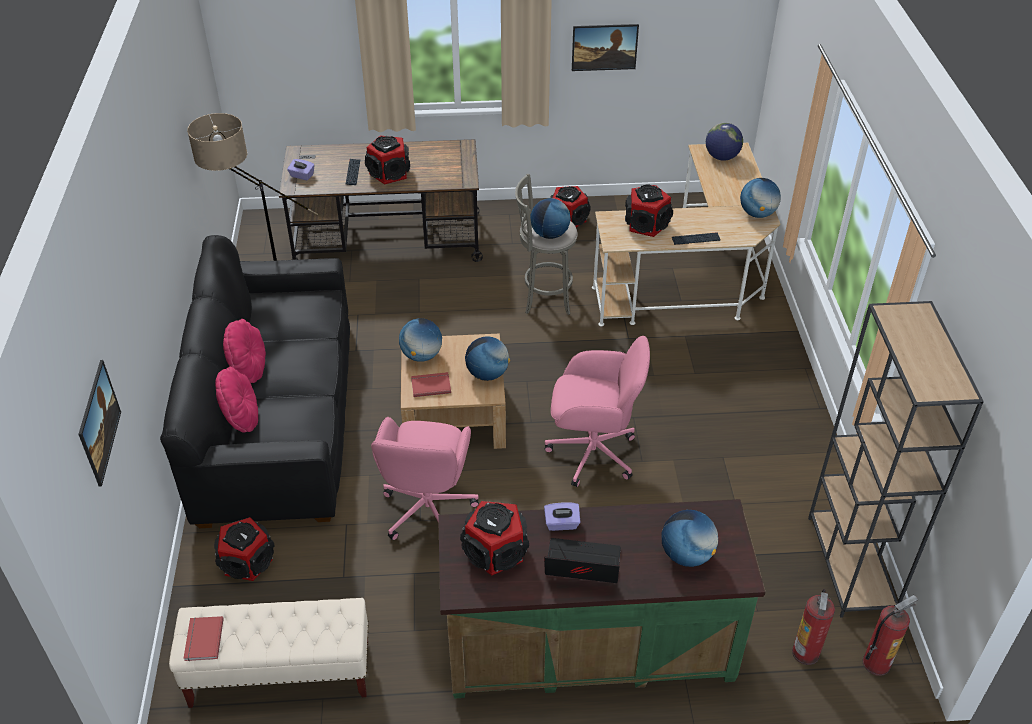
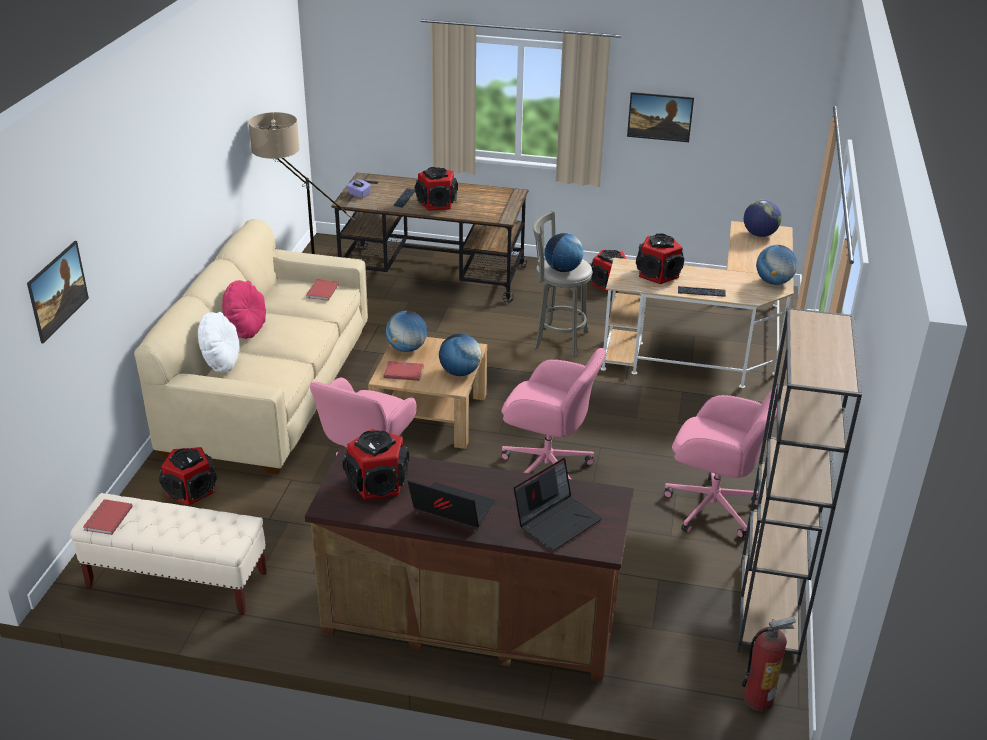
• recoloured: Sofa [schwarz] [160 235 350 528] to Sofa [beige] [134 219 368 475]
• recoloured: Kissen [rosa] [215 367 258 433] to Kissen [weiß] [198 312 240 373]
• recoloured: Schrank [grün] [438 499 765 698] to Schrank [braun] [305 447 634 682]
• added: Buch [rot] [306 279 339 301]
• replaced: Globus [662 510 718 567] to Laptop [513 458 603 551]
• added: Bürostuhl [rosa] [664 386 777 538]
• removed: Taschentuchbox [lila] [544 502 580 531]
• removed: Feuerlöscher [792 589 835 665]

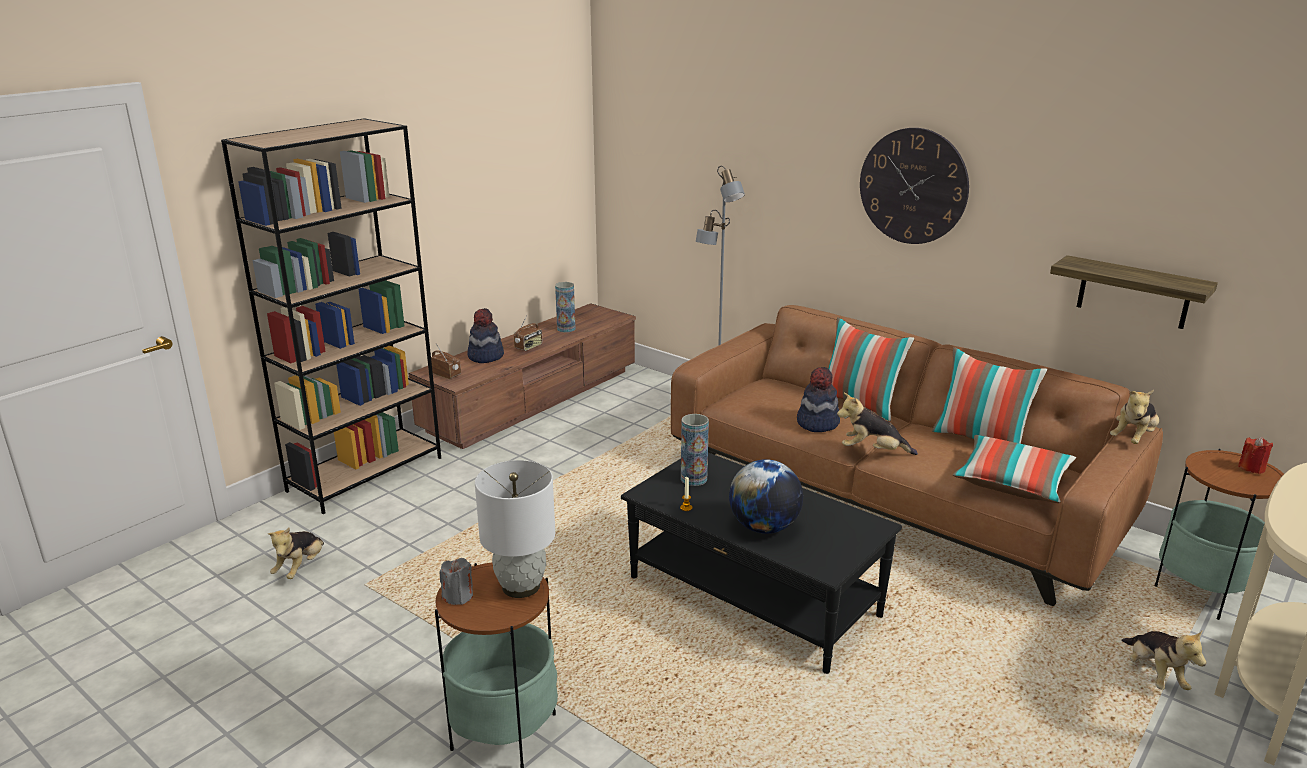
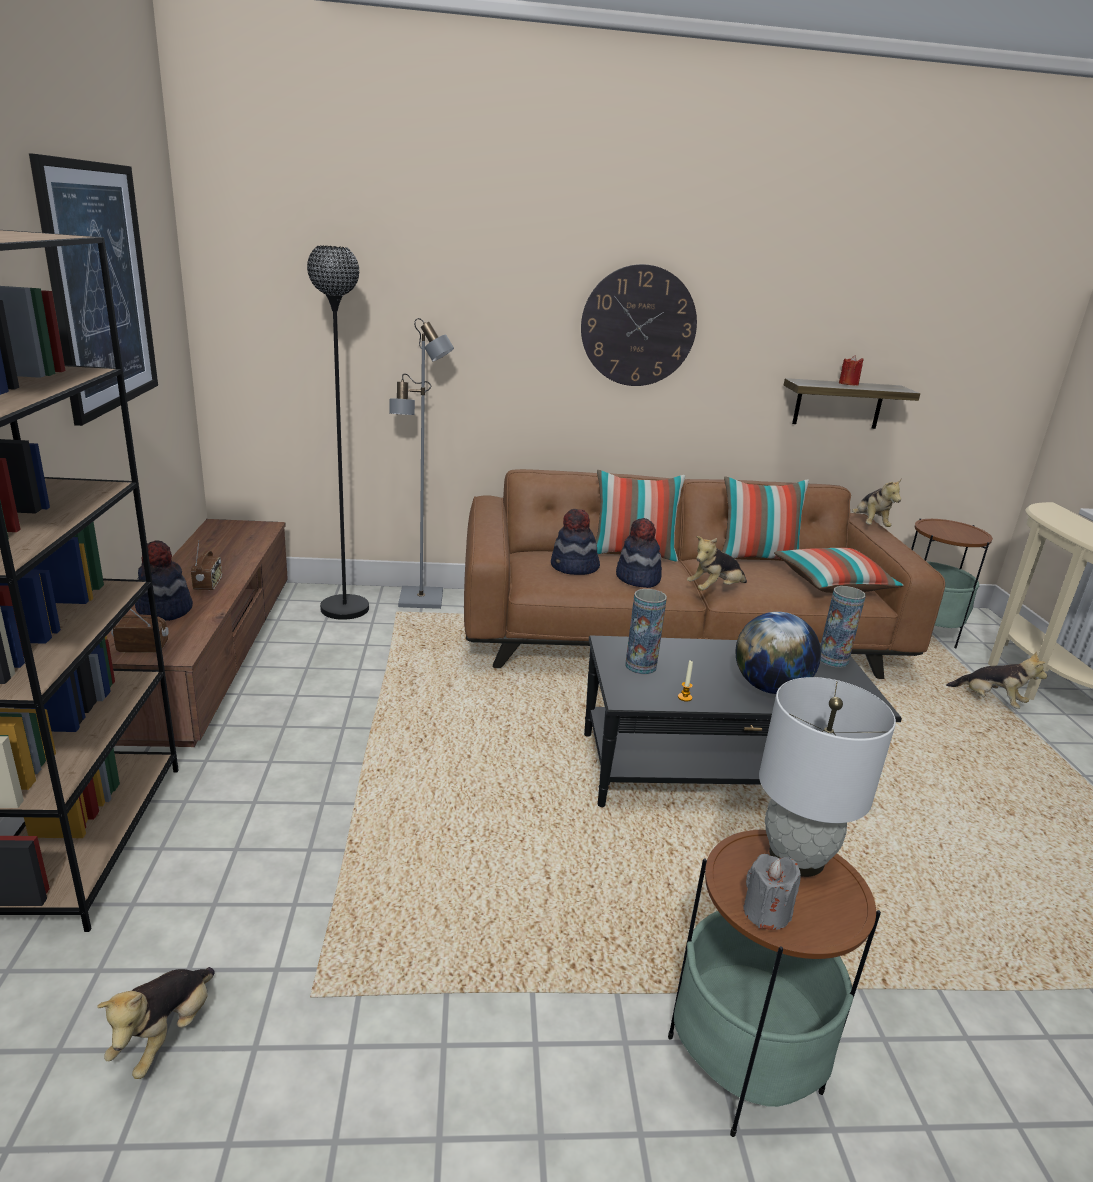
• added: Bild [29 153 158 426]
• turned: Plüschtier [268 528 324 579] = [97 967 215 1079] 45 degrees clockwise
• added: Stehlampe [schwarz] [307 245 369 620]
• added: Hut [551 509 600 575]
• moved: Vase [555 282 576 333] to [820 586 866 667]
• moved: Kerze [rot] [1238 437 1273 474] to [839 355 864 385]

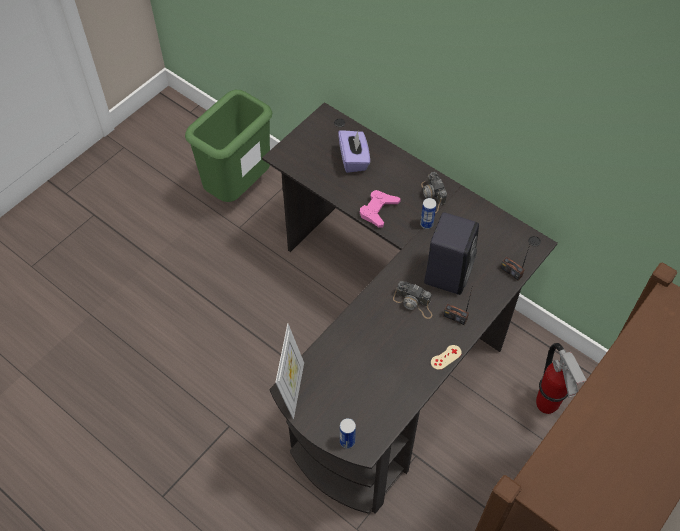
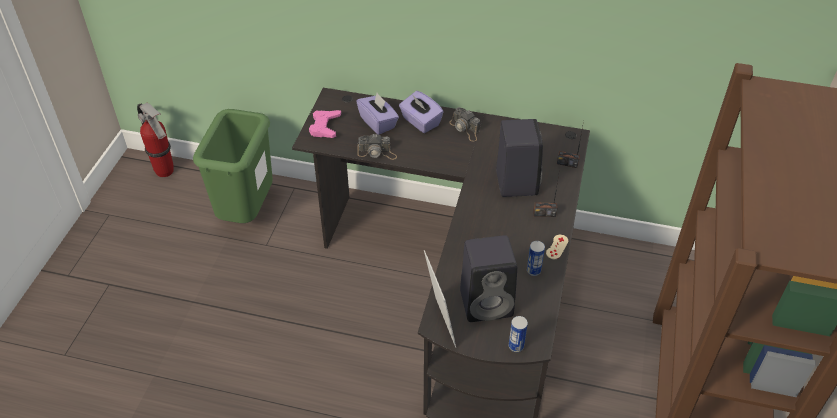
• moved: Feuerlöscher [536 343 586 414] to [137 103 174 177]
• moved: Gamepad [rosa] [360 190 401 227] to [309 110 341 138]
• moved: Kamera [393 281 432 319] to [357 134 397 160]
• added: Taschentuchbox [lila] [399 91 444 133]
• added: Lautsprecher [schwarz] [460 235 517 322]
• moved: Dose [420 198 437 229] to [527 241 545 276]

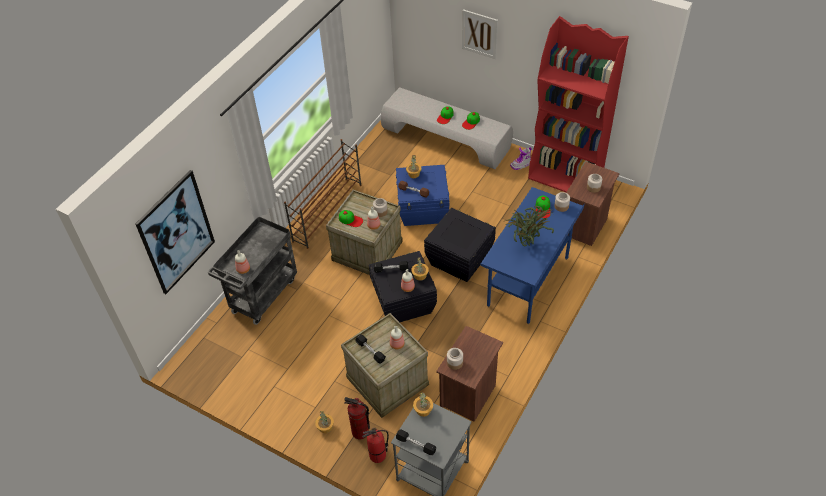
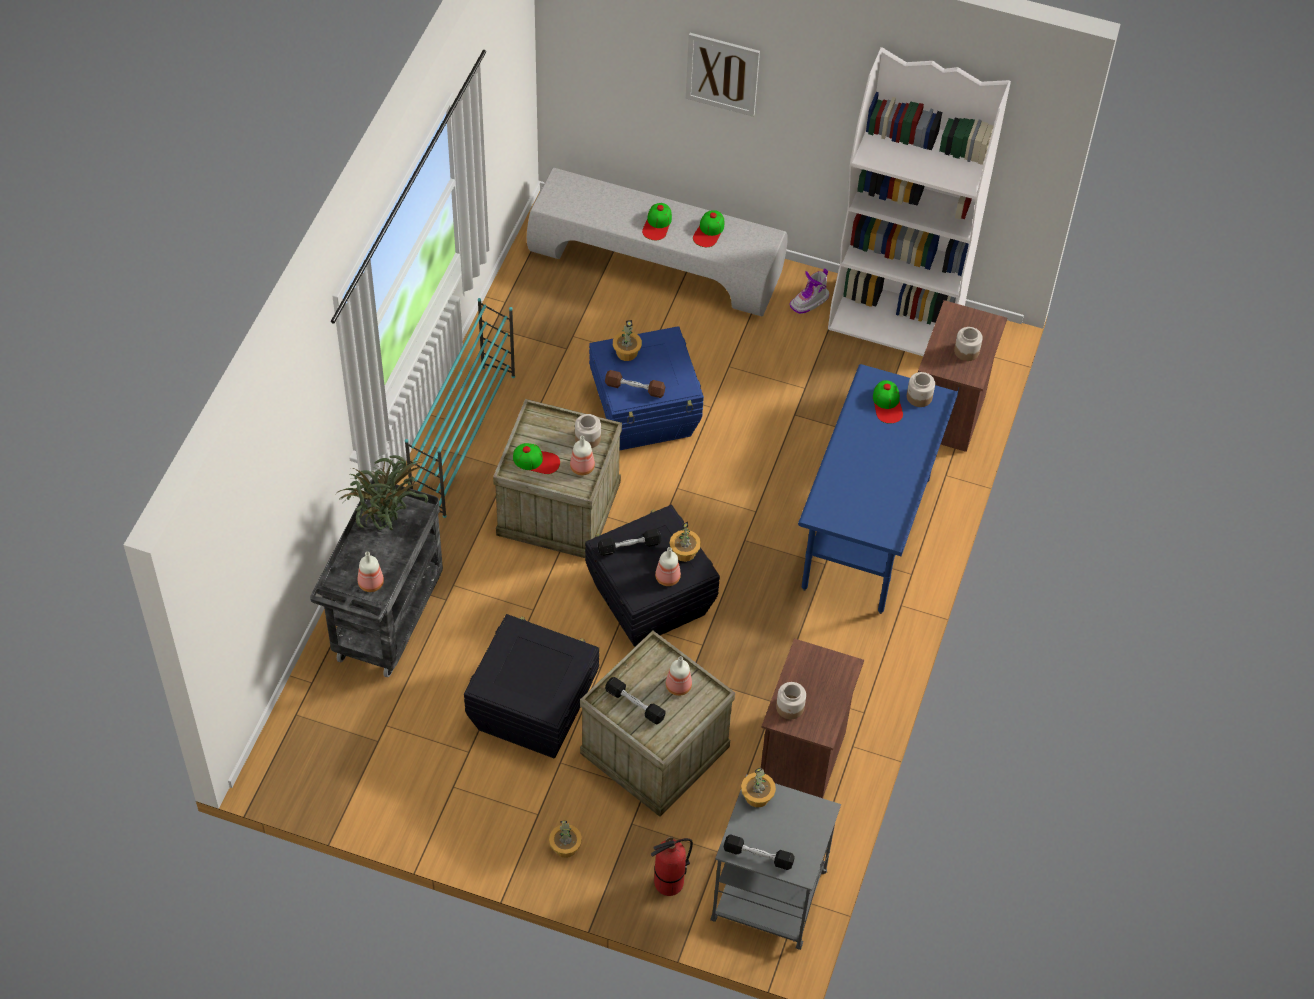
• moved: Topfpflanze [505 206 554 247] to [334 455 428 530]
• recoloured: Schuhregal [braun] [284 139 362 249] to Schuhregal [türkis] [405 298 515 518]
• moved: Aufbewahrungsbox [schwarz] [424 208 496 282] to [464 614 599 759]
• recoloured: Bücherregal [rot] [528 16 629 192] to Bücherregal [weiß] [828 47 1011 356]
• removed: Bild [135 170 215 294]
• removed: Feuerlöscher [344 397 370 439]

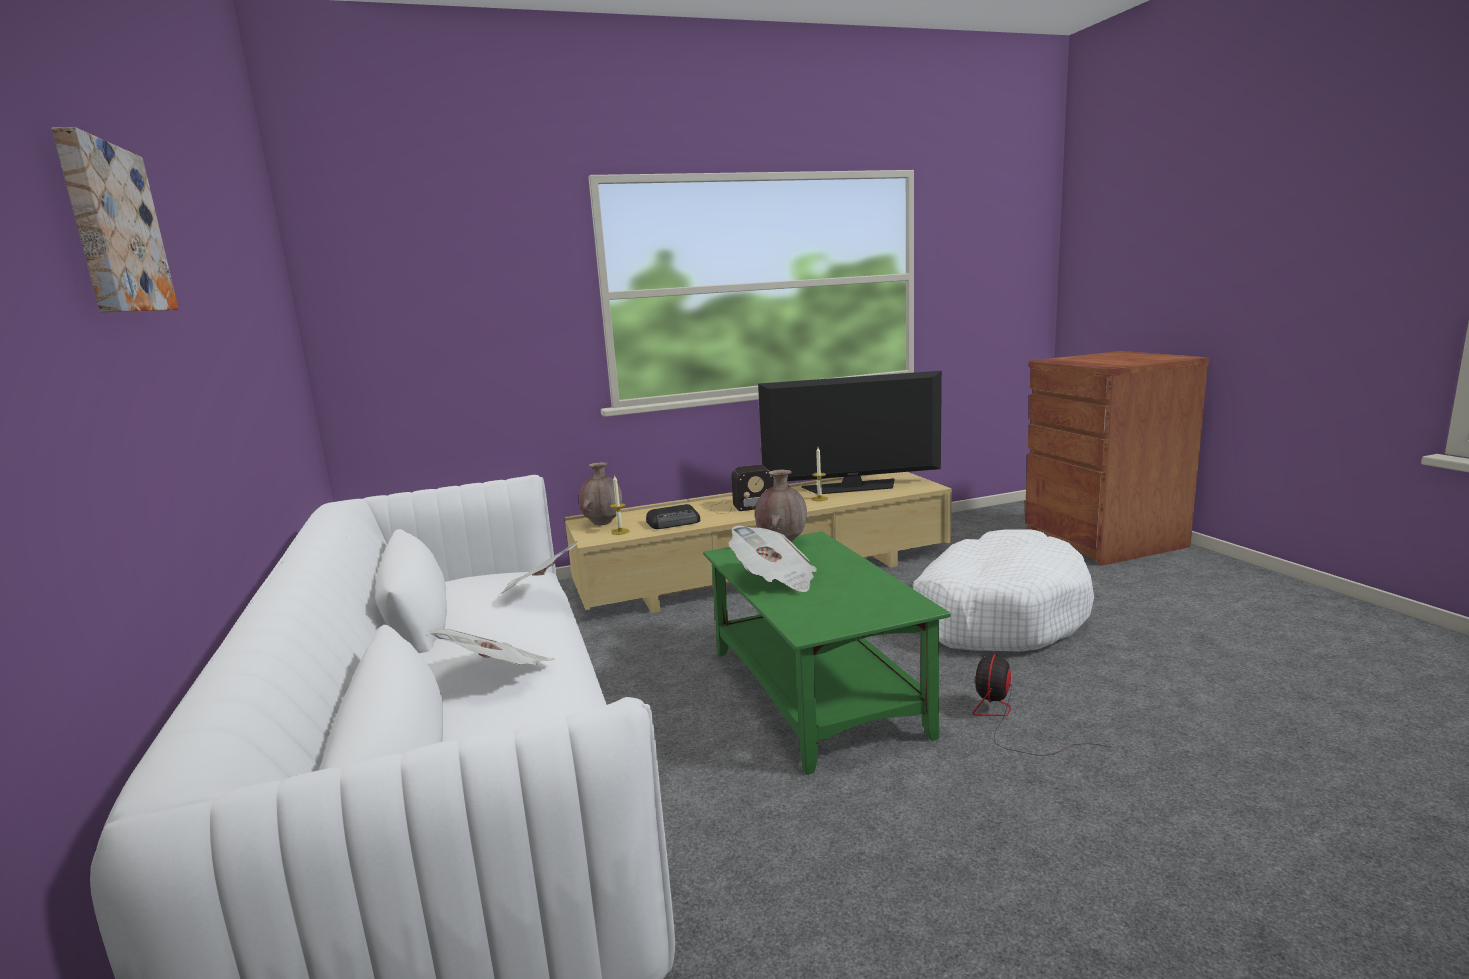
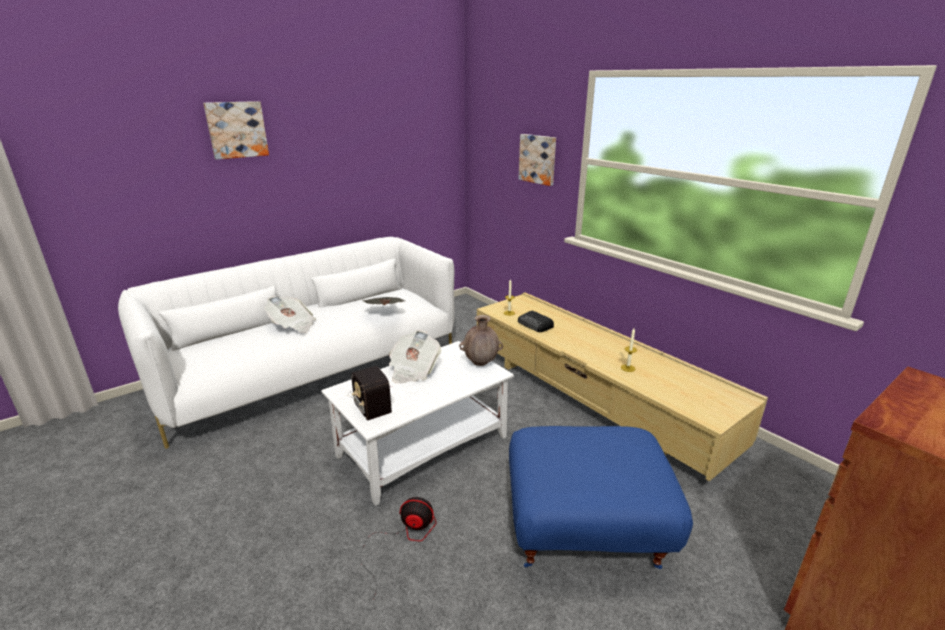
• recoloured: Couchtisch [grün] [703 531 951 775] to Couchtisch [weiß] [321 341 514 506]
• moved: Radio [710 465 774 514] to [348 366 392 421]
• replaced: Hundebett [weiß] [913 529 1094 652] to Polsterhocker [blau] [509 426 693 569]
• added: Bild [519 134 556 186]
• removed: Vase [braun] [579 462 622 525]
• removed: Fernseher [758 371 942 494]

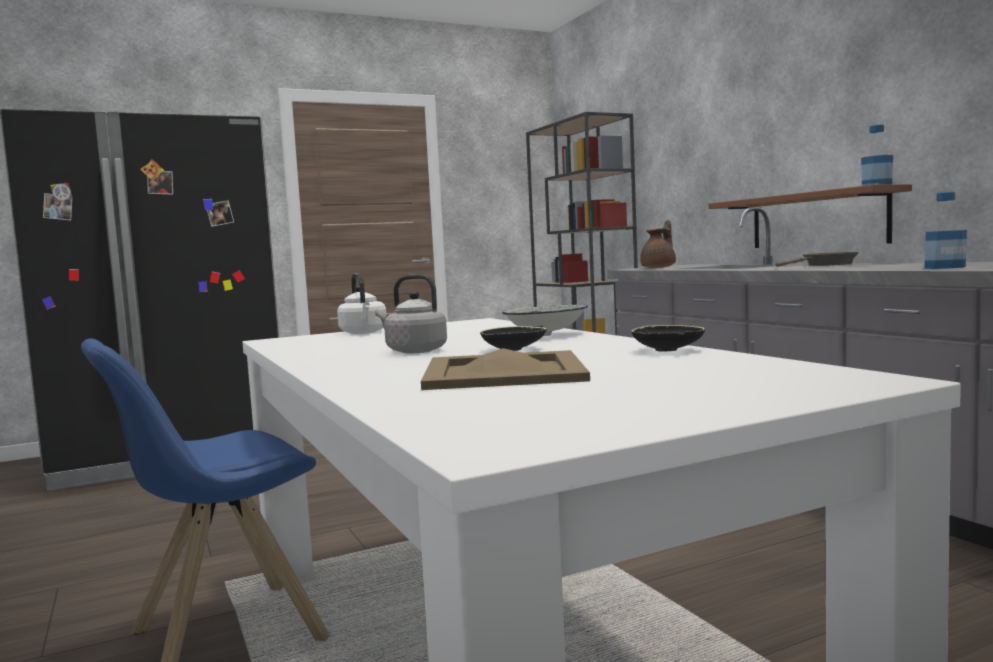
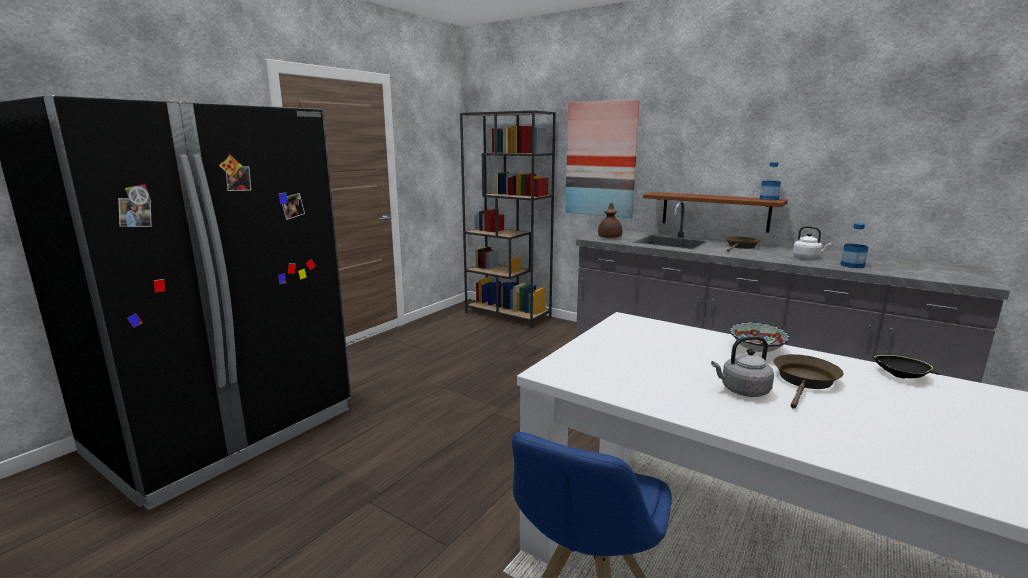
• added: Bild [565 100 640 218]
• replaced: Schüssel [schwarz] [480 326 547 351] to Pfanne [braun] [773 354 843 408]
• moved: Wasserkessel [weiß] [337 273 386 334] to [793 226 831 259]
• removed: Tablett [beige] [421 348 590 390]

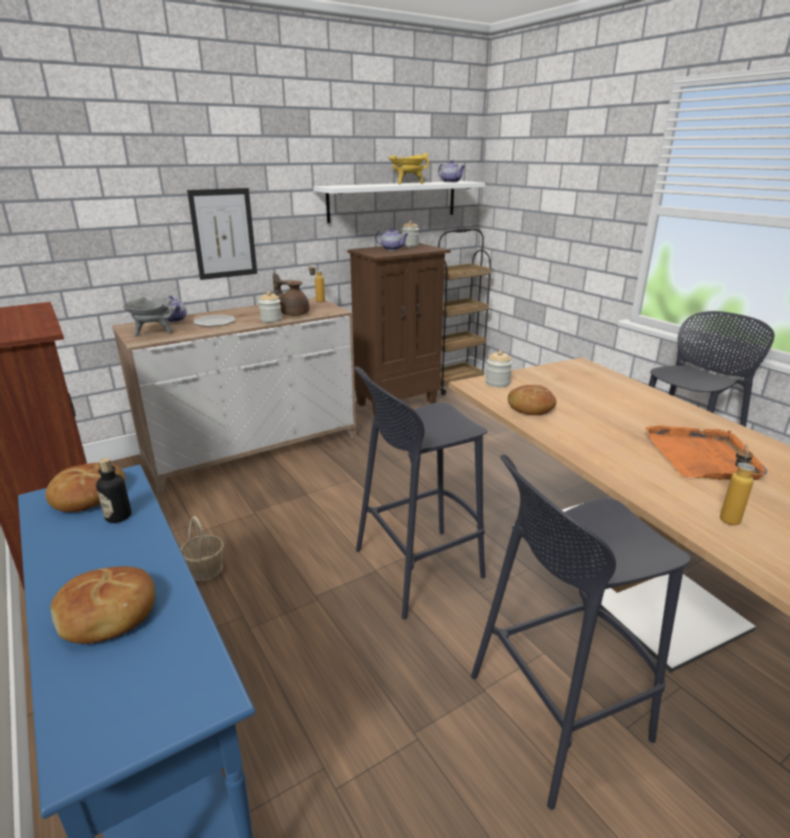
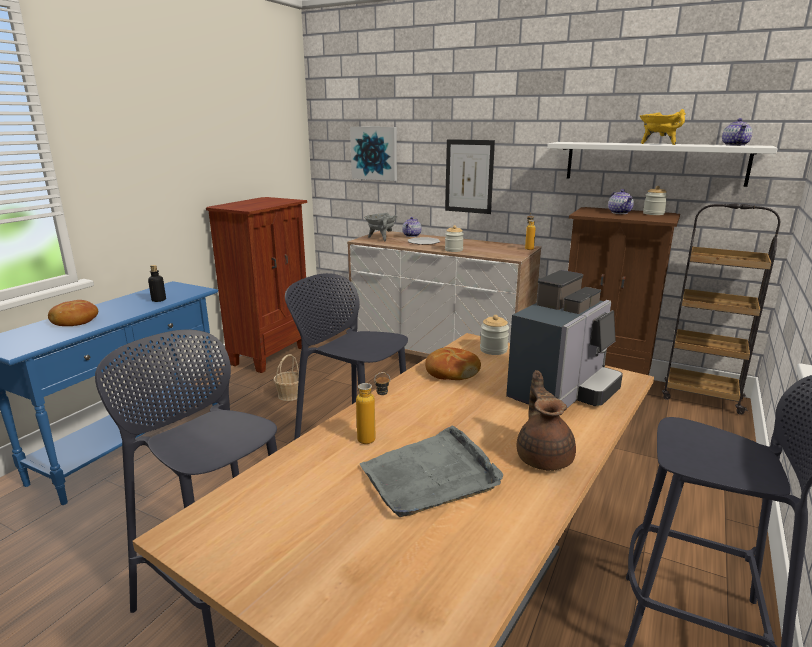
• added: Bild [350 127 397 181]
• moved: Flasche [720 444 755 525] to [356 372 390 444]
• recoloured: Tablett [orange] [645 425 768 480] to Tablett [grau] [360 426 503 517]
• added: Kaffeemaschine [506 270 623 408]
• moved: Teekanne [braun] [273 273 310 316] to [517 370 576 471]
• removed: Brot [45 463 125 512]

